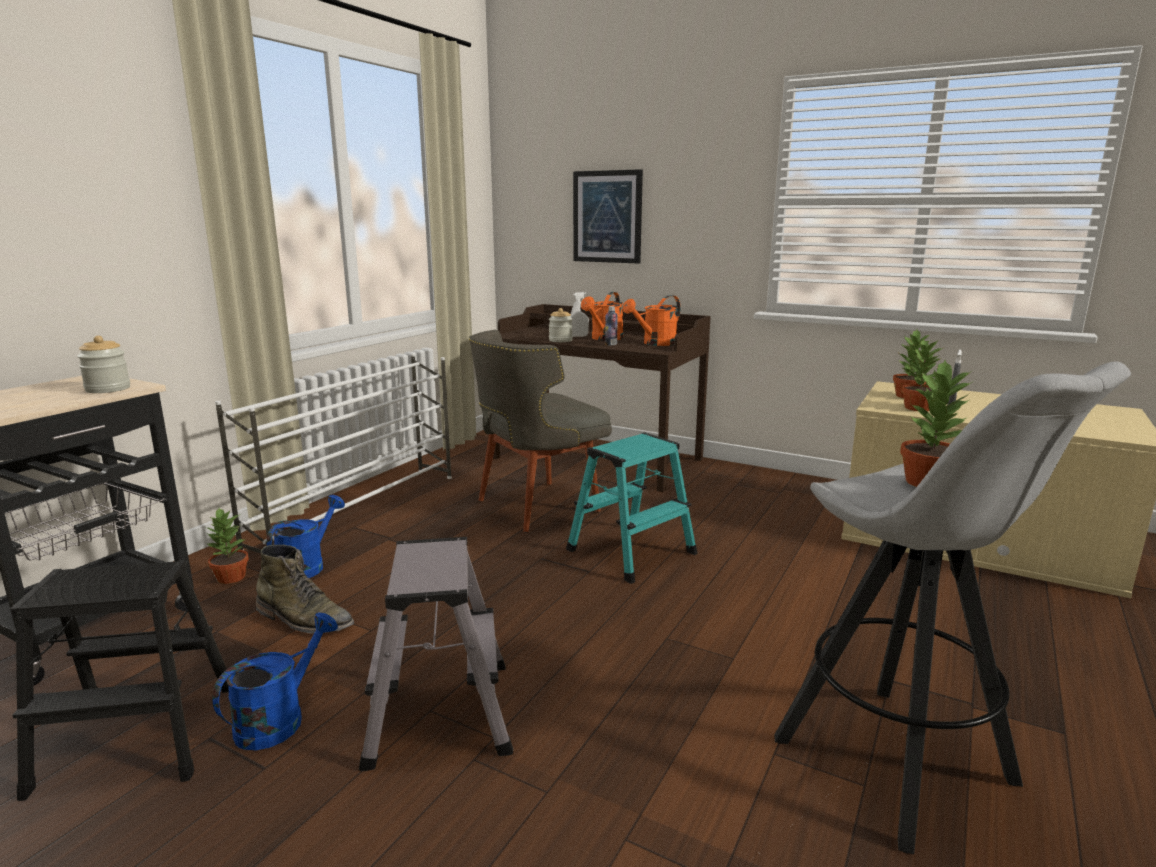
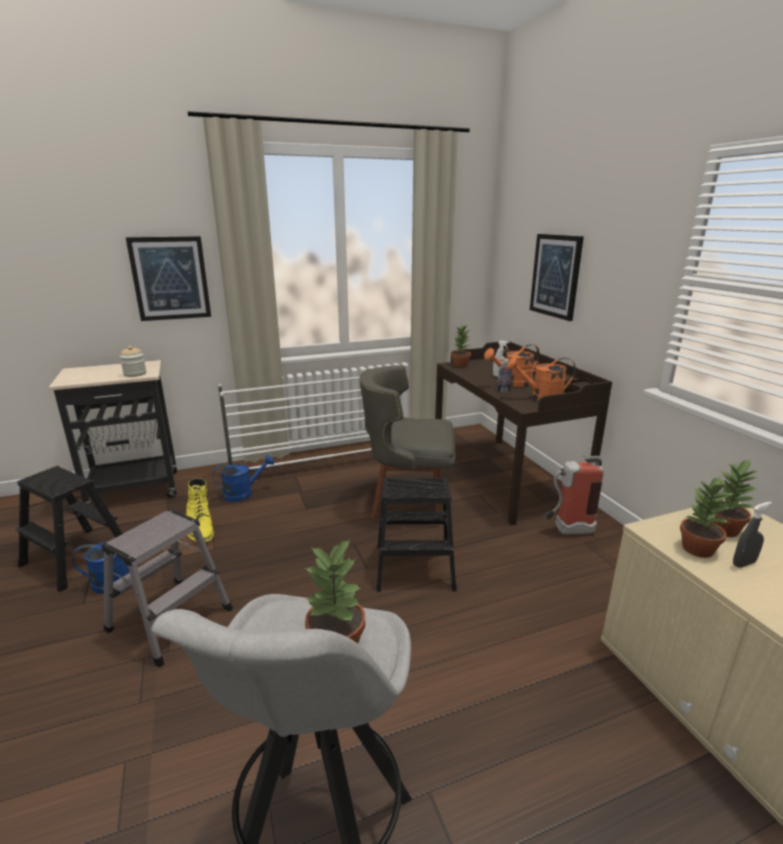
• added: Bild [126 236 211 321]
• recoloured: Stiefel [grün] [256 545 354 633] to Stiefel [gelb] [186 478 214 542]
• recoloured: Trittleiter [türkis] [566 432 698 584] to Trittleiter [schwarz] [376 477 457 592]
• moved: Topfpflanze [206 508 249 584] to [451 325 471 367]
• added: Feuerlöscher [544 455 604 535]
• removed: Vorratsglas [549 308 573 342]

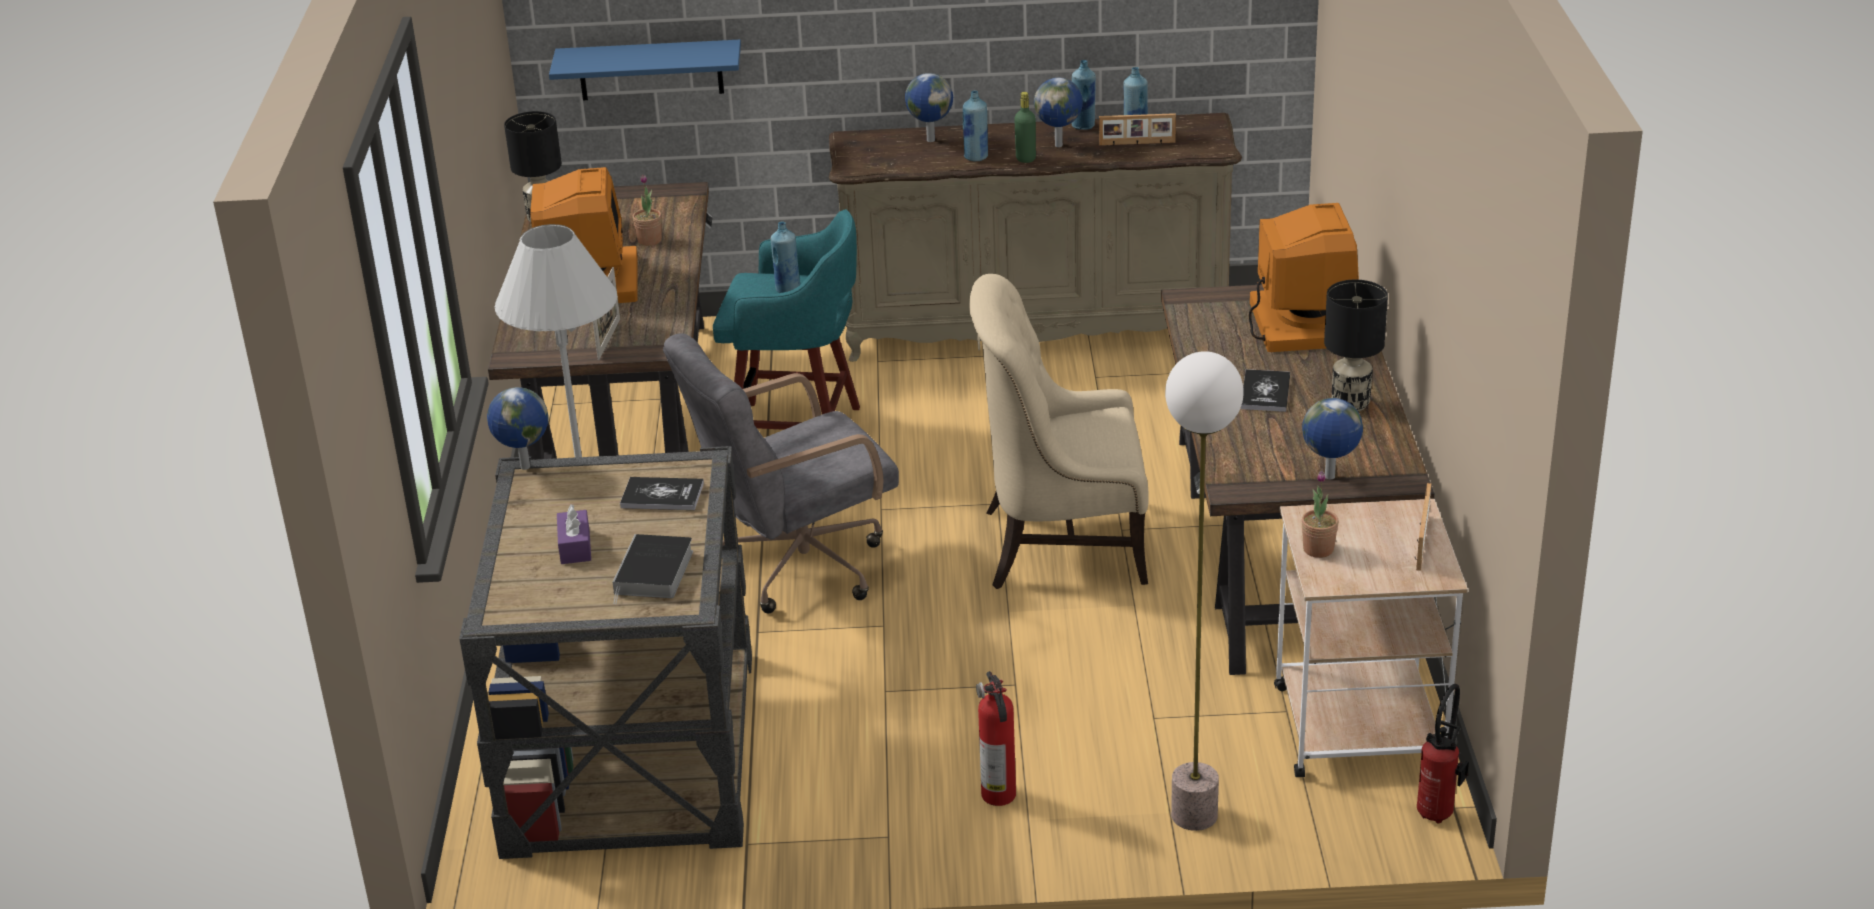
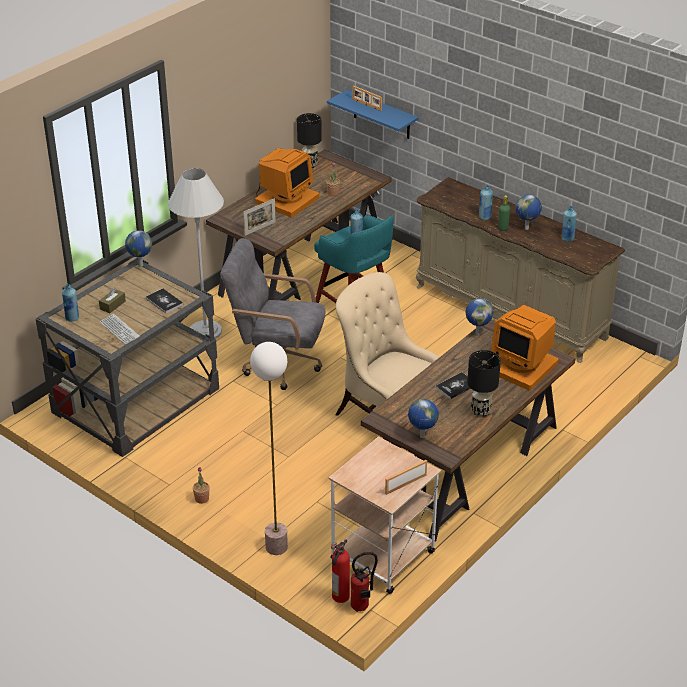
• moved: Flasche [blau] [1072 60 1096 130] to [62 284 79 322]
• recoloured: Taschentuchbox [lila] [557 504 591 564] to Taschentuchbox [braun] [99 287 126 313]
• replaced: Buch [613 534 693 603] to Tastatur [100 314 140 345]
• moved: Topfpflanze [1301 471 1339 558] to [193 467 210 504]
• moved: Feuerlöscher [976 671 1016 806] to [331 539 350 603]
• moved: Bilderrahmen [1099 113 1176 145] to [352 85 382 111]
• moved: Globus [905 73 953 142] to [465 298 494 335]
• turned: Monitor [1249 203 1359 352] = [491 305 559 391] 90 degrees clockwise

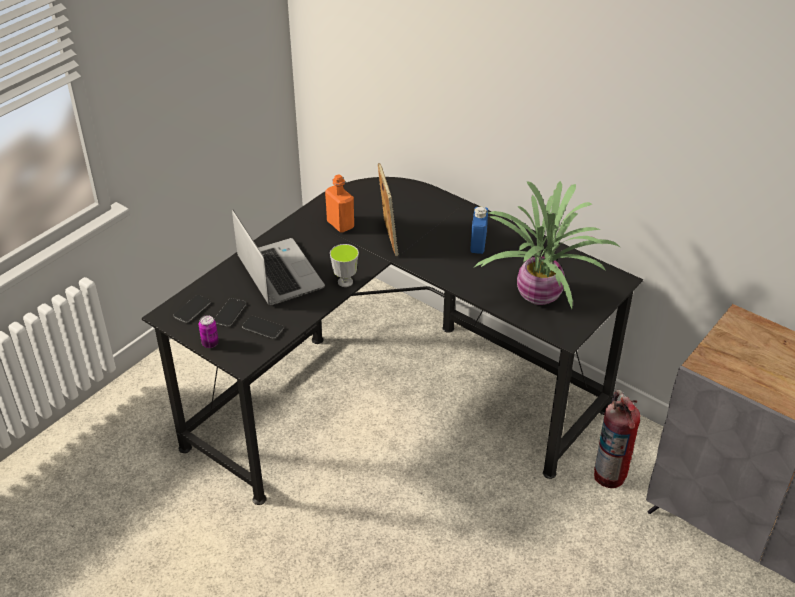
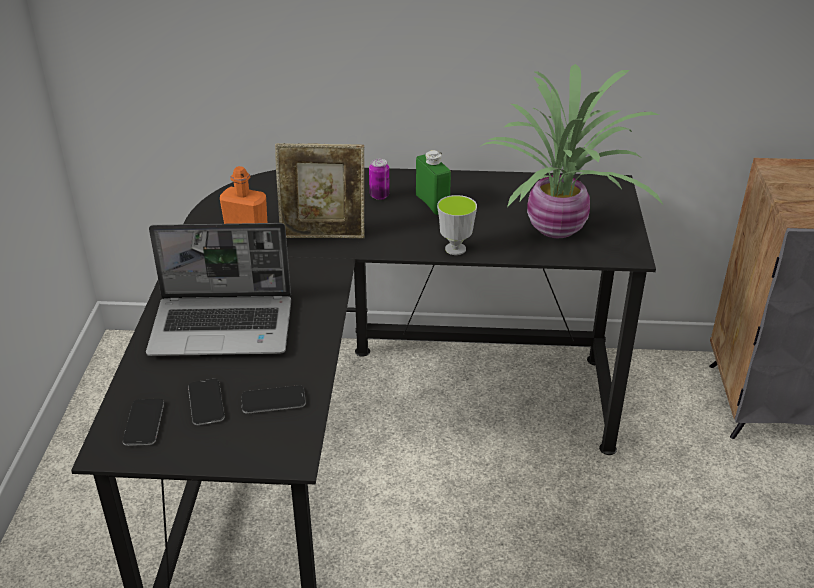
• turned: Laptop [232 209 325 305] = [146 223 291 356] 150 degrees clockwise
• turned: Bilderrahmen [378 163 398 256] = [275 143 365 238] 135 degrees clockwise
• moved: Dose [199 315 219 348] to [369 159 390 200]
• recoloured: Flasche [blau] [470 207 488 254] to Flasche [grün] [416 150 451 215]
• moved: Tasse [330 244 359 287] to [437 195 477 255]
• removed: Feuerlöscher [594 390 640 488]

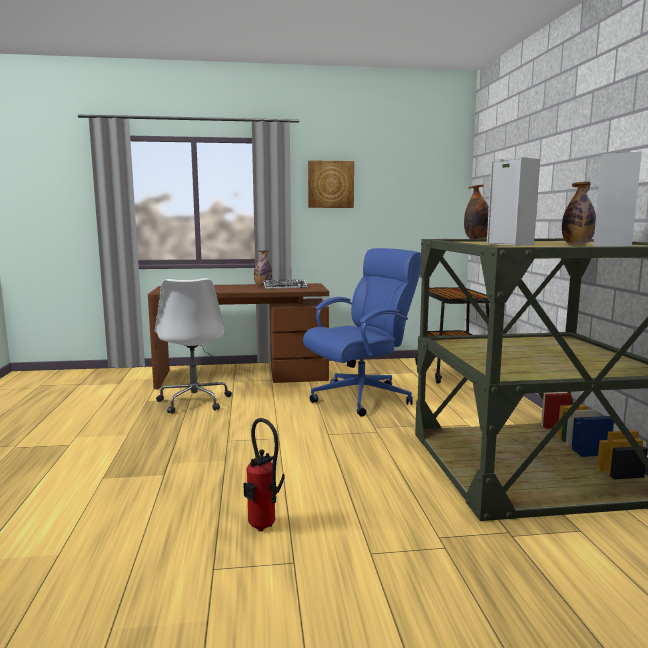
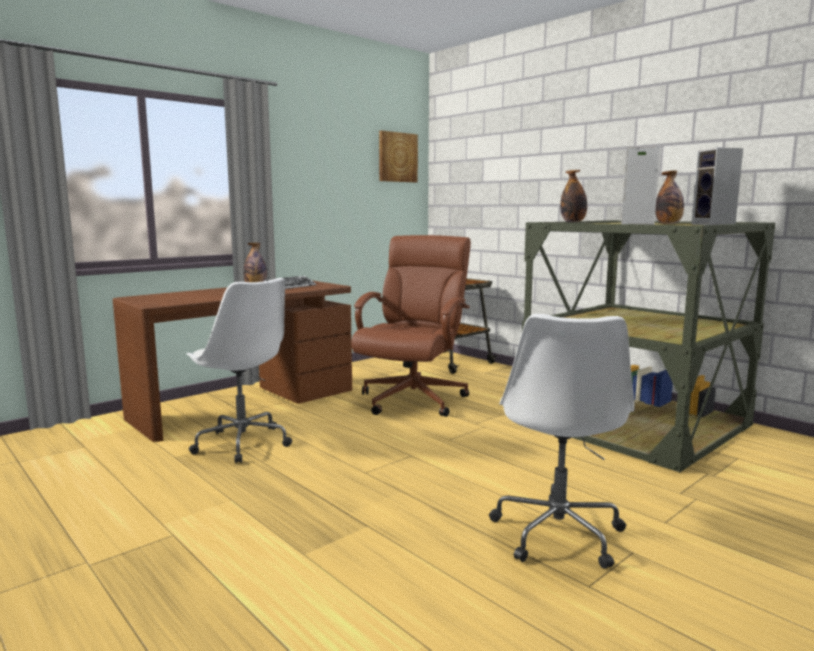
• recoloured: Bürostuhl [blau] [303 248 421 417] to Bürostuhl [braun] [351 235 471 417]
• moved: Bild [308 160 354 208] to [379 131 418 182]
• replaced: Feuerlöscher [243 418 285 531] to Bürostuhl [weiß] [489 314 635 569]

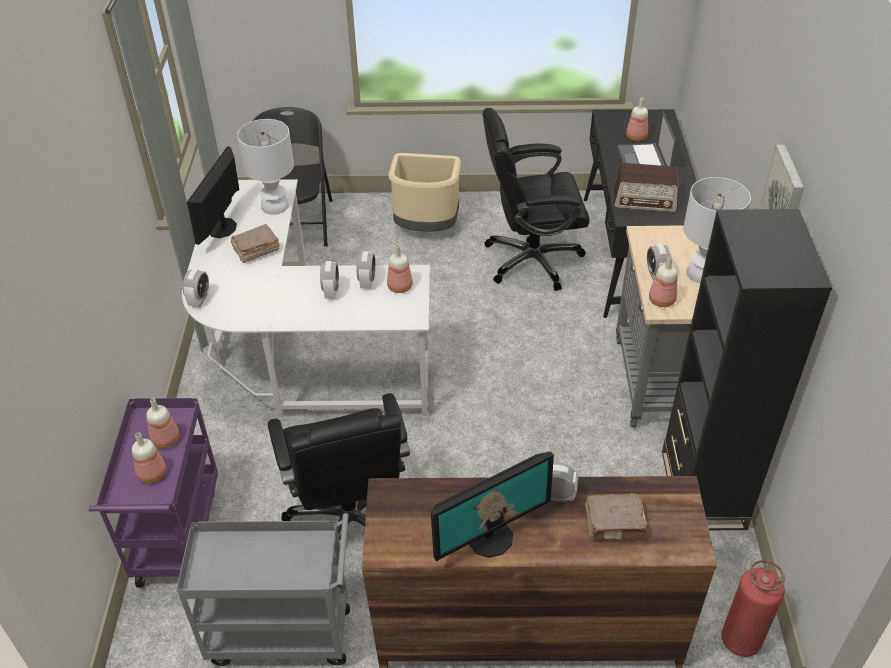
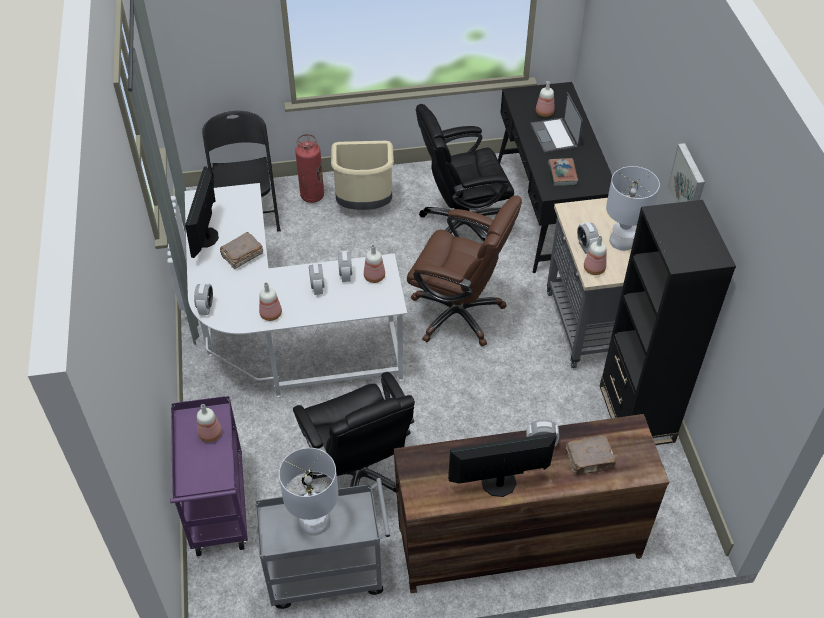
• moved: Flasche [132 432 166 483] to [259 282 282 321]
• moved: Tischlampe [weiß] [237 119 294 215] to [279 448 338 536]
• moved: Feuerlöscher [721 560 785 657] to [295 134 324 203]
• added: Bürostuhl [braun] [407 195 522 346]
• turned: Monitor [431 451 554 561] = [448 432 557 497] 150 degrees counterclockwise
• replaced: Radio [613 163 679 212] to Buch [548 158 578 186]

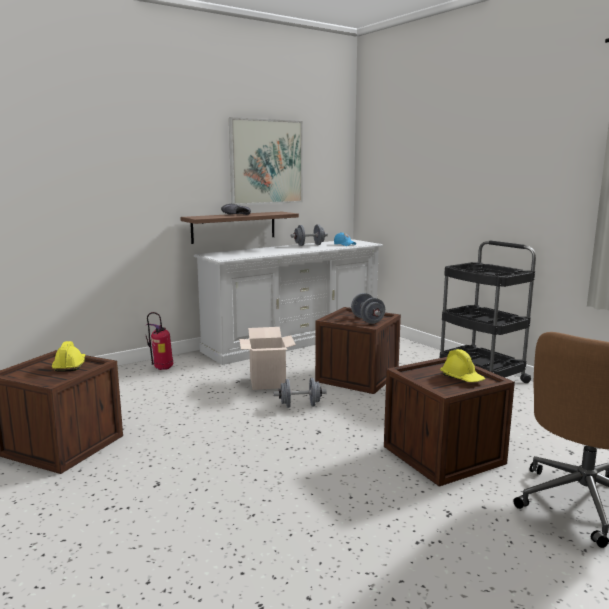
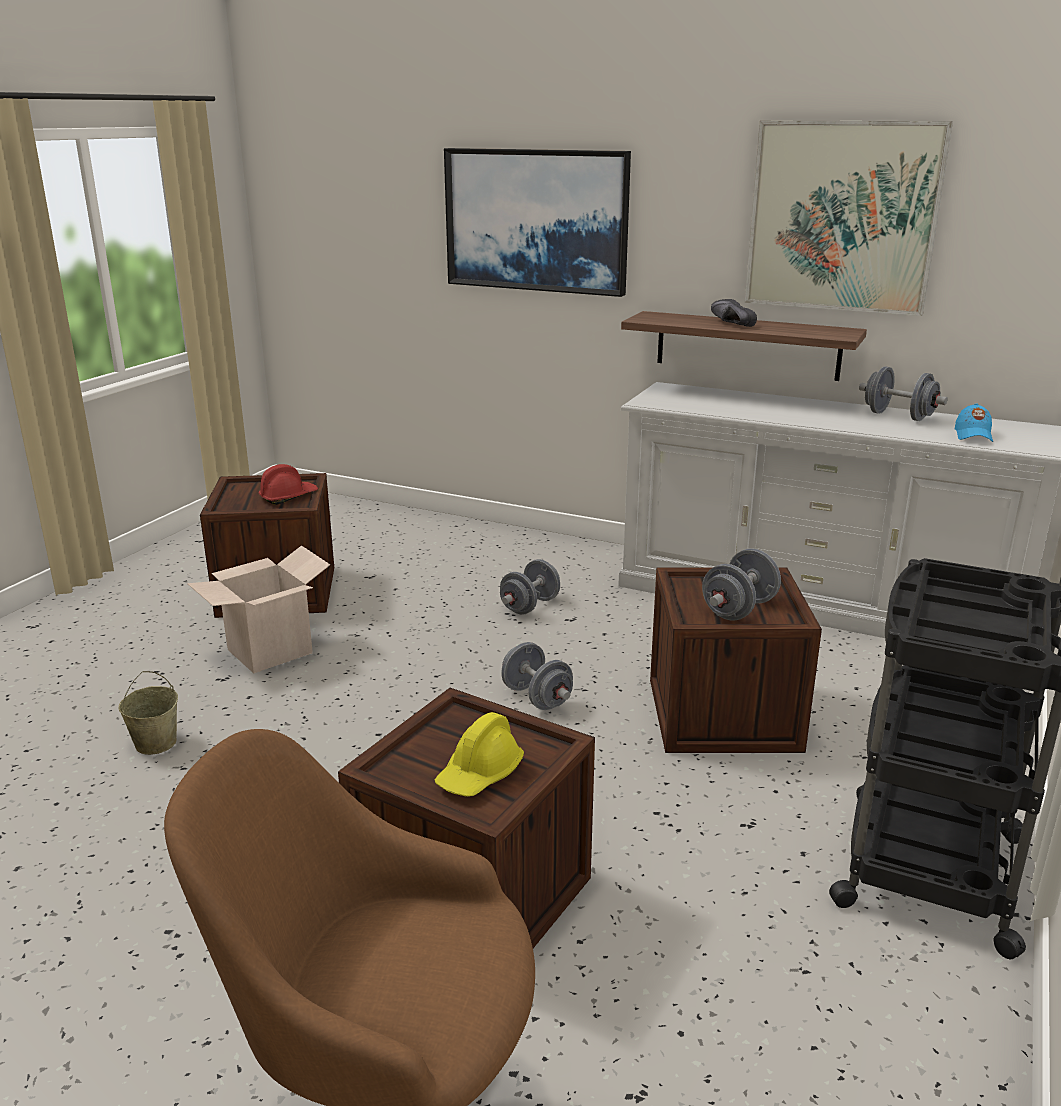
• added: Eimer [beige] [119 671 178 755]
• moved: Karton [239 327 296 390] to [187 545 330 673]
• recoloured: Schutzhelm [gelb] [52 341 86 372] to Schutzhelm [rot] [258 464 318 505]
• added: Bild [444 148 631 297]
• added: Hantel [grau] [500 559 560 615]
• removed: Feuerlöscher [146 312 173 370]

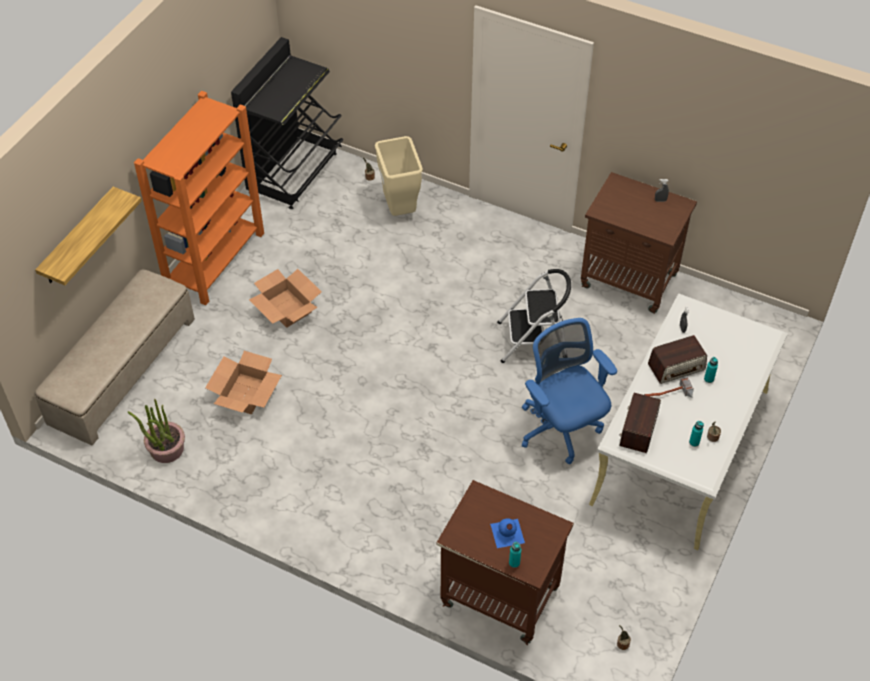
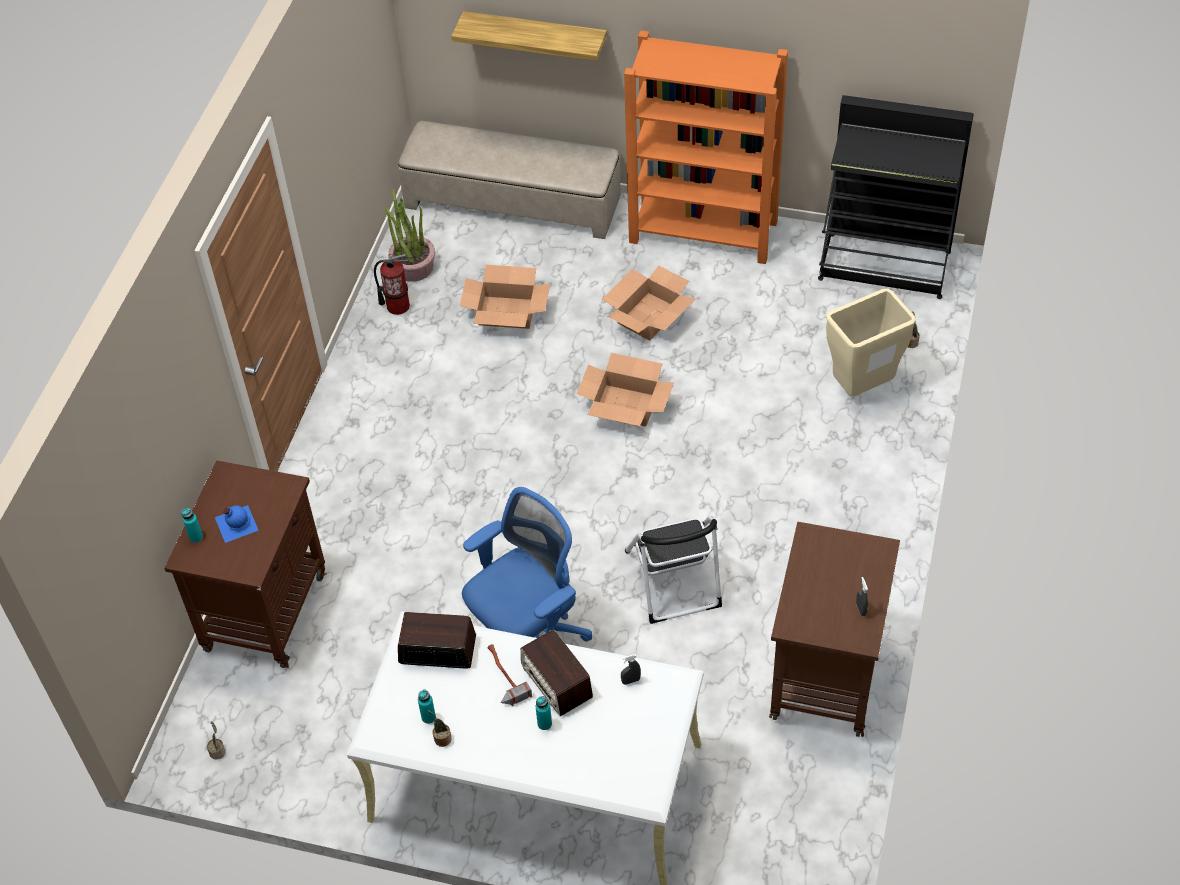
• added: Feuerlöscher [374 254 410 315]
• added: Karton [576 353 674 427]

